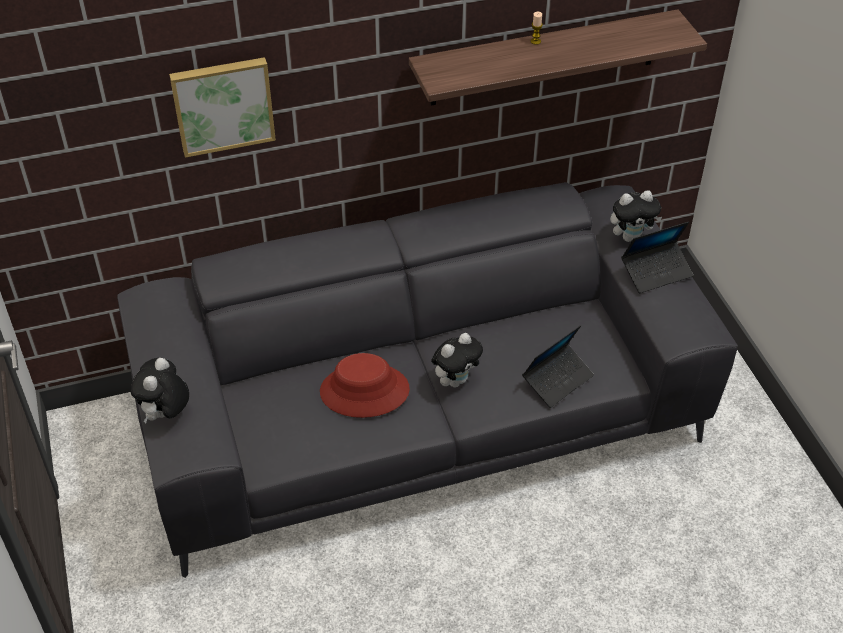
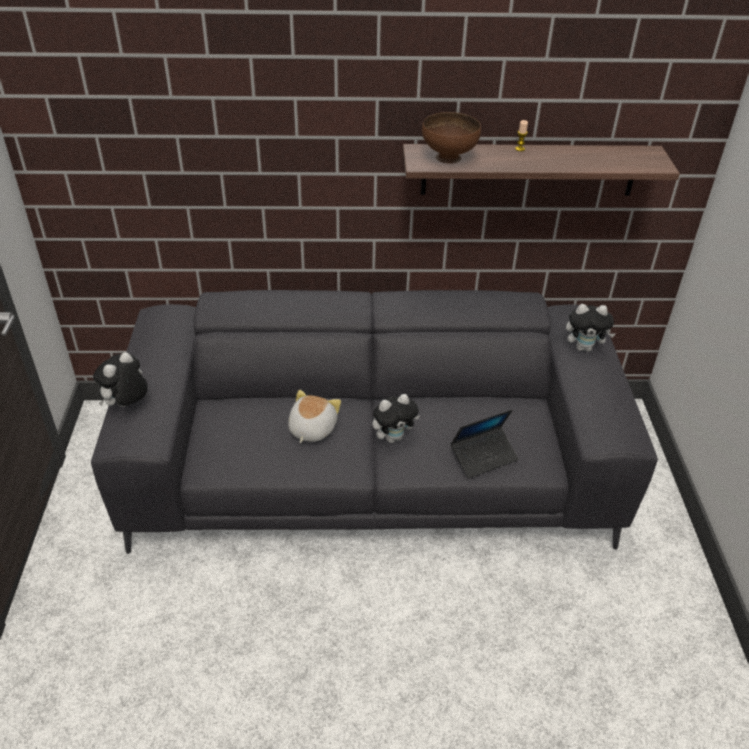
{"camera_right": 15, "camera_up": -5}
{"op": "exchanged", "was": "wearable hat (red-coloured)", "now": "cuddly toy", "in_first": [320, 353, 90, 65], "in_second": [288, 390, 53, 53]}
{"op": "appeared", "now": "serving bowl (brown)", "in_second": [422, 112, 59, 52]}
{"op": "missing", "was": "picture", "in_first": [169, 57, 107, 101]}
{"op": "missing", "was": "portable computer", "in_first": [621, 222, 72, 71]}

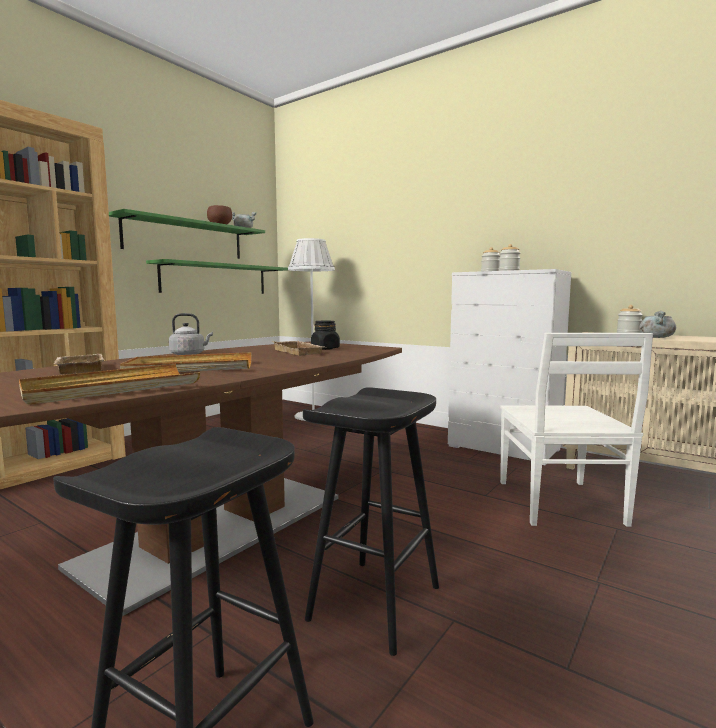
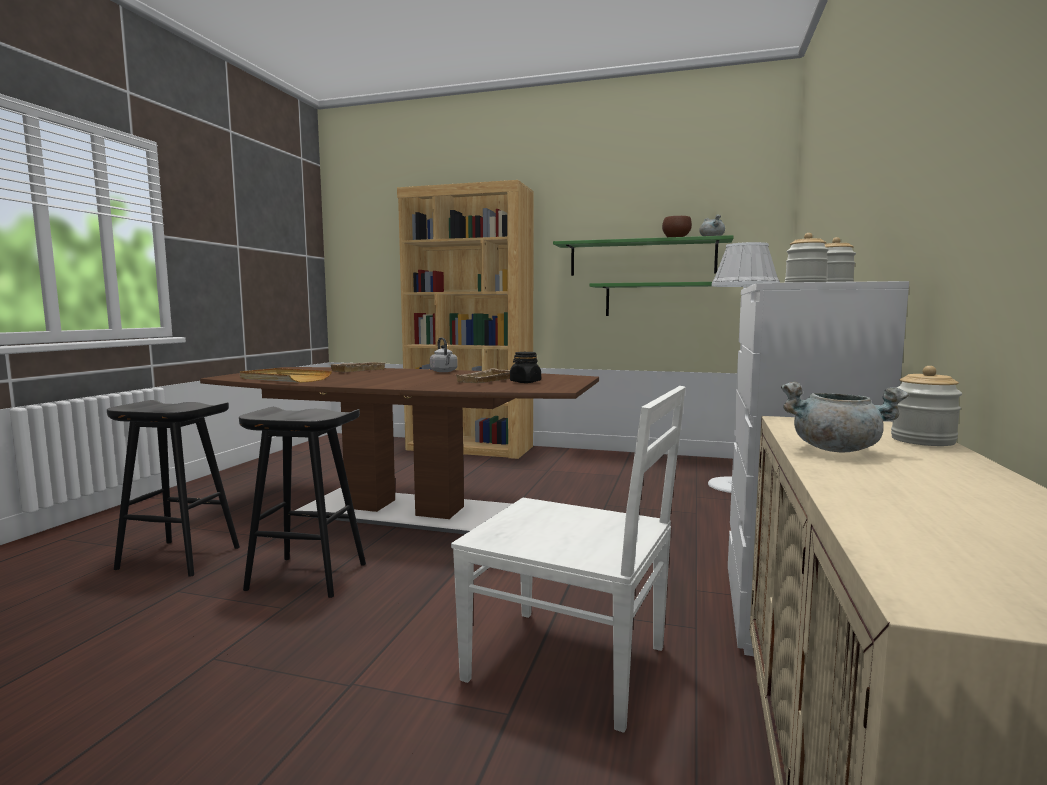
{"camera_right": 70, "camera_up": 0}
{"op": "spun", "was": "plain chair (white)", "in_first": [500, 333, 153, 194], "in_second": [451, 386, 235, 347], "clockwise": -135}
{"op": "missing", "was": "serving tray (beige)", "in_first": [120, 352, 131, 20]}

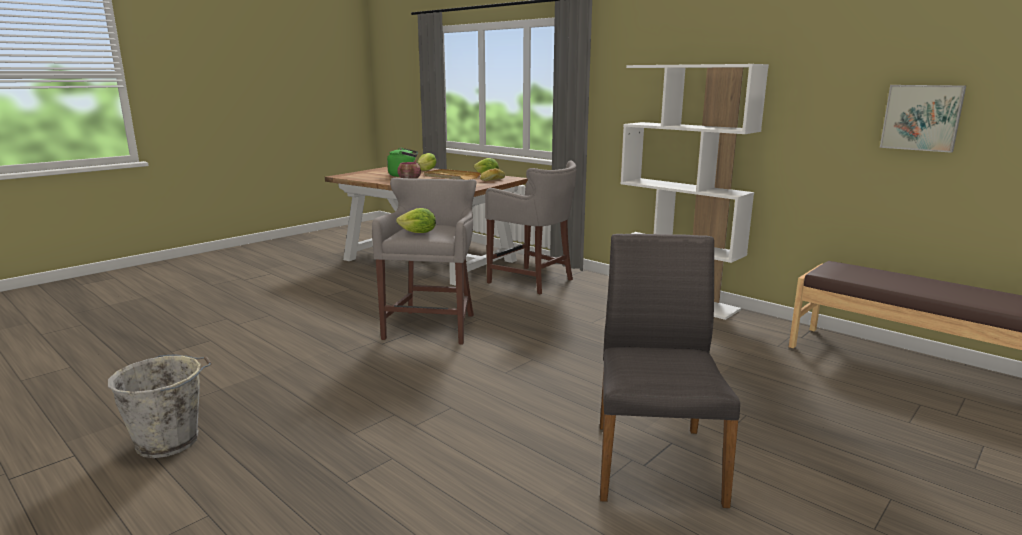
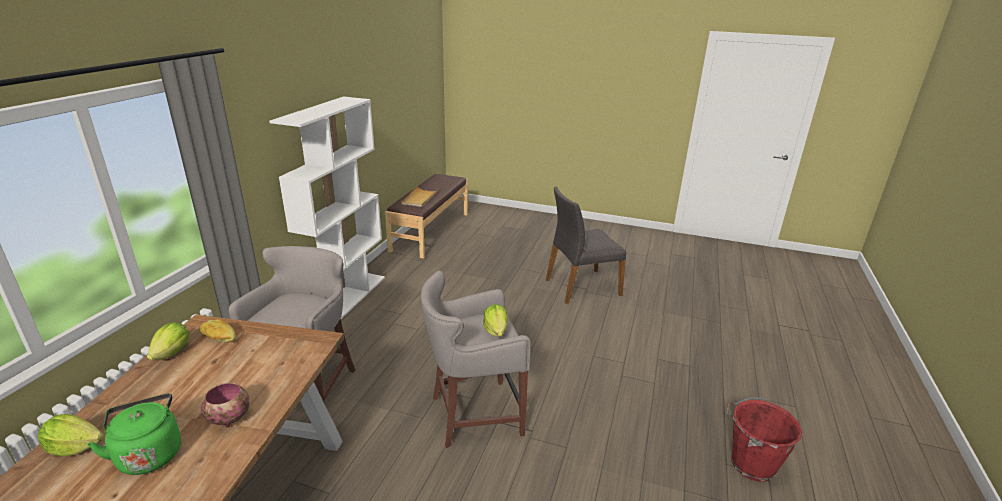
{"camera_right": -115, "camera_up": 10}
{"op": "relocated", "was": "serving tray (beige)", "in_first": [424, 169, 57, 11], "in_second": [401, 186, 38, 21]}
{"op": "colour", "was": "pail (greyish)", "now": "pail (red-coloured)", "in_first": [108, 354, 104, 104], "in_second": [726, 398, 76, 84]}
{"op": "missing", "was": "picture", "in_first": [880, 85, 86, 68]}

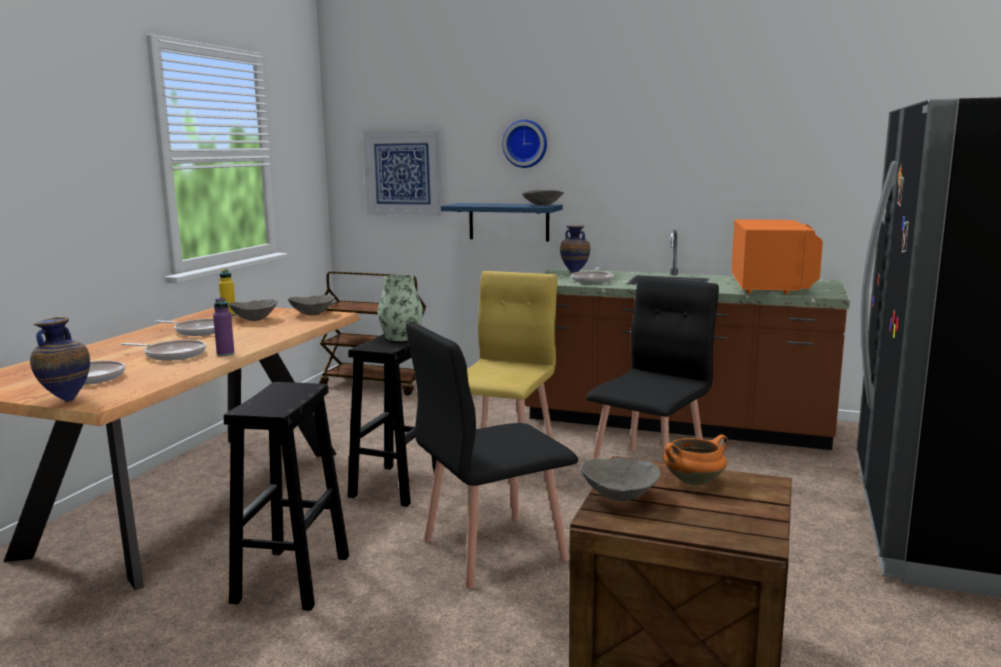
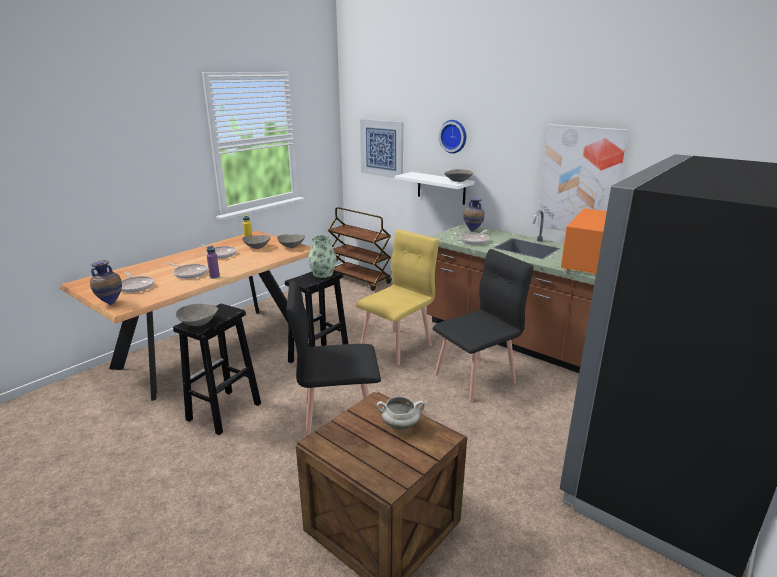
{"camera_right": 20, "camera_up": 10}
{"op": "relocated", "was": "serving bowl (greyish)", "in_first": [581, 457, 80, 45], "in_second": [176, 303, 42, 23]}
{"op": "colour", "was": "cooking pot (orange-coloured)", "now": "cooking pot (white)", "in_first": [664, 434, 64, 52], "in_second": [377, 397, 48, 33]}
{"op": "colour", "was": "shelf (bluish)", "now": "shelf (white)", "in_first": [441, 203, 122, 39], "in_second": [394, 172, 80, 33]}
{"op": "appeared", "now": "picture", "in_second": [537, 124, 91, 107]}

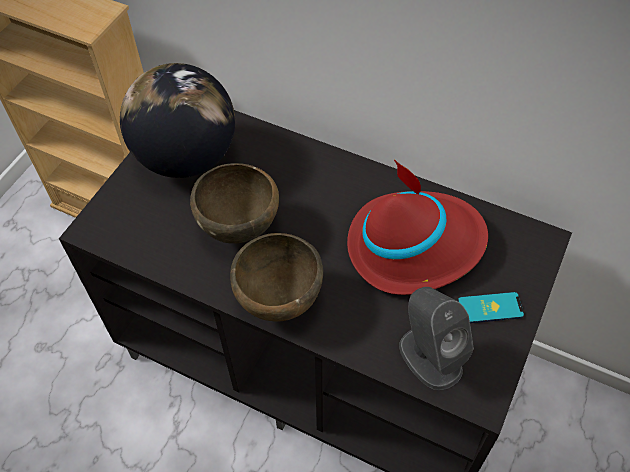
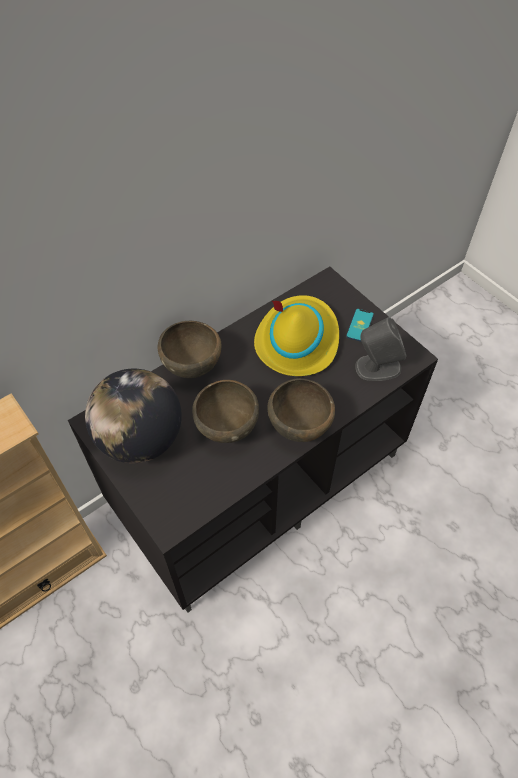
{"camera_right": -65, "camera_up": 0}
{"op": "appeared", "now": "serving bowl (brown)", "in_second": [157, 321, 64, 57]}
{"op": "colour", "was": "wearable hat (red-coloured)", "now": "wearable hat (yellowish)", "in_first": [347, 159, 141, 136], "in_second": [254, 295, 85, 81]}

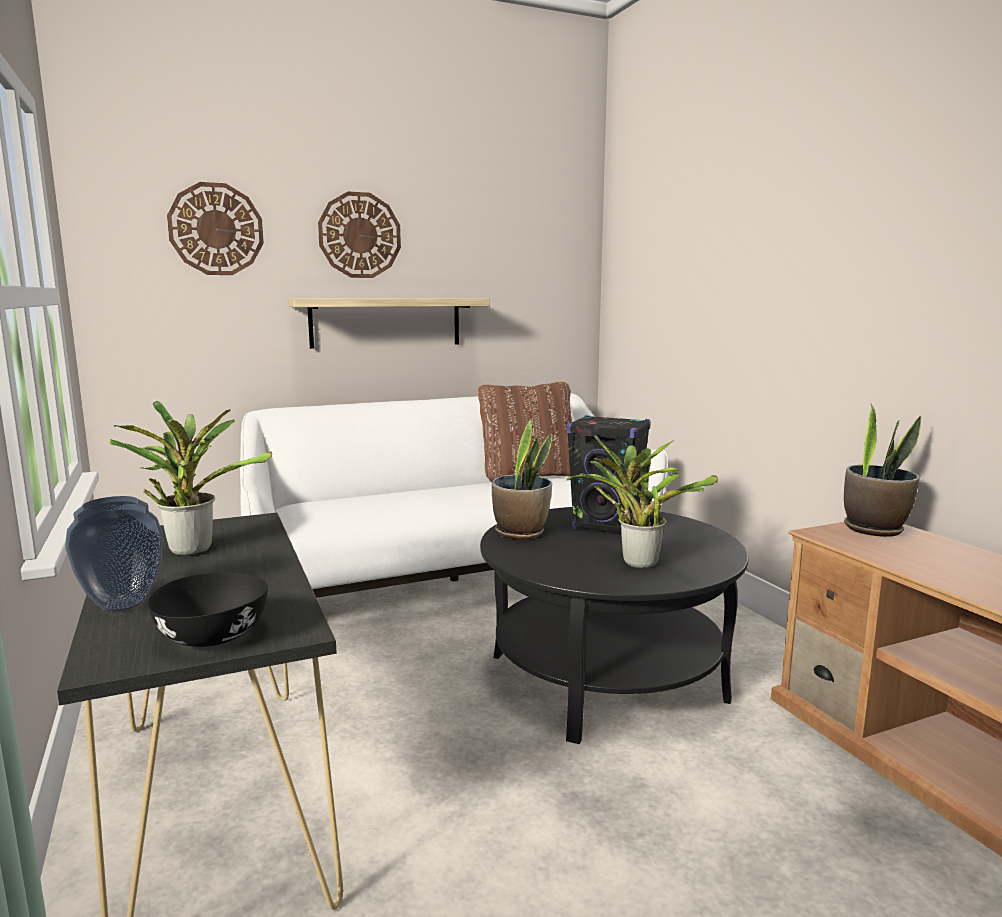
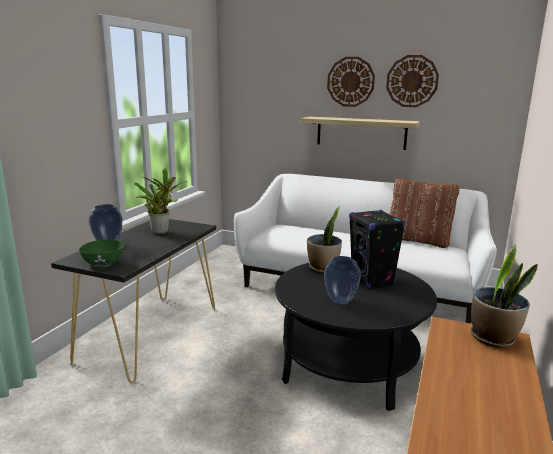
{"camera_right": 45, "camera_up": 5}
{"op": "colour", "was": "serving bowl (blackish)", "now": "serving bowl (greenish)", "in_first": [147, 573, 121, 74], "in_second": [79, 239, 45, 27]}
{"op": "exchanged", "was": "houseplant", "now": "flower vase", "in_first": [566, 435, 152, 134], "in_second": [324, 256, 37, 49]}
{"op": "relocated", "was": "hanging clock", "in_first": [167, 182, 97, 93], "in_second": [386, 55, 53, 52]}

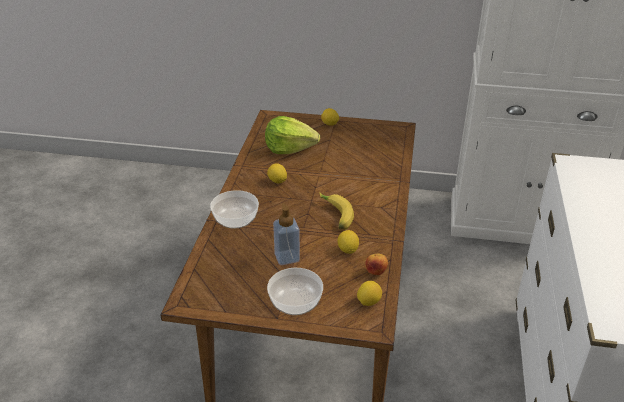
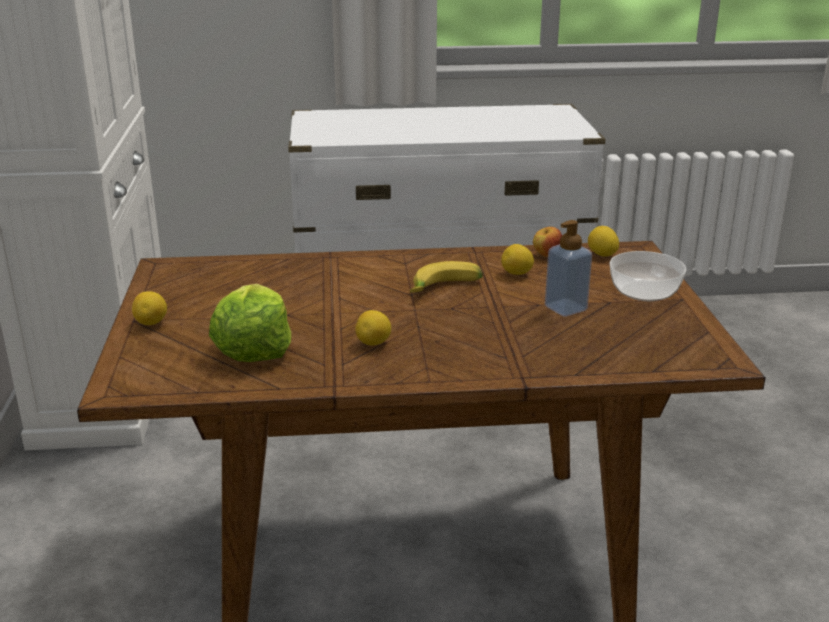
{"camera_right": -105, "camera_up": -10}
{"op": "missing", "was": "serving bowl", "in_first": [210, 190, 49, 39]}

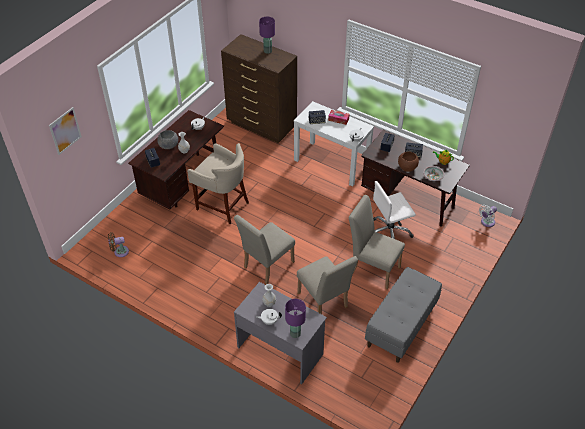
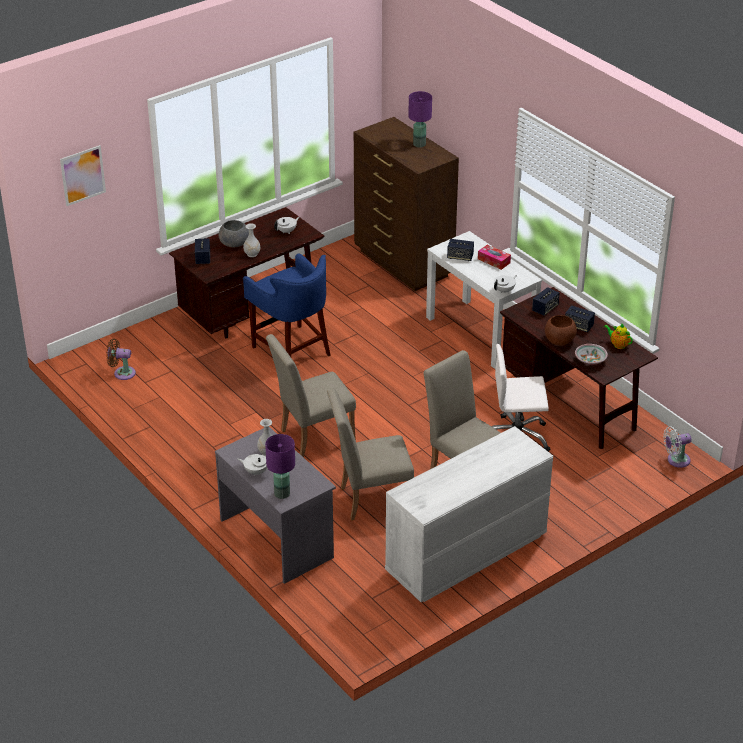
{"camera_right": 20, "camera_up": -10}
{"op": "colour", "was": "stool seat (beige)", "now": "stool seat (bluish)", "in_first": [187, 143, 62, 82], "in_second": [243, 254, 88, 103]}
{"op": "spun", "was": "plain chair (beige)", "in_first": [297, 256, 61, 58], "in_second": [327, 389, 87, 132], "clockwise": 90}
{"op": "exchanged", "was": "bench (greyish)", "now": "dresser (white)", "in_first": [365, 267, 77, 96], "in_second": [385, 426, 168, 176]}

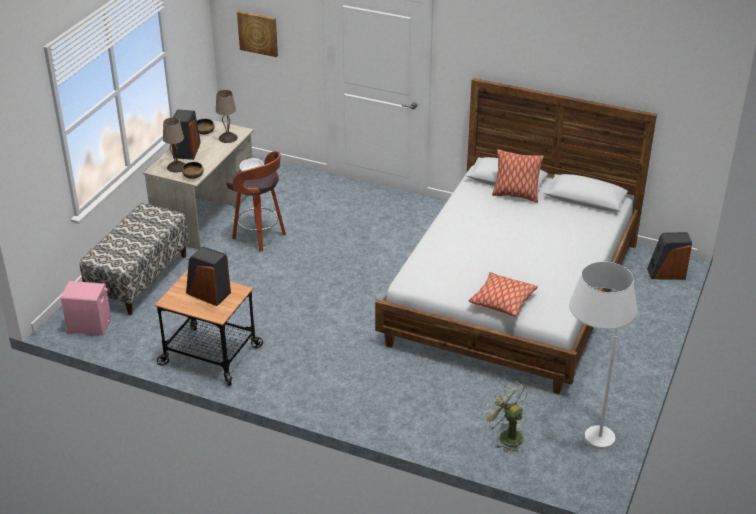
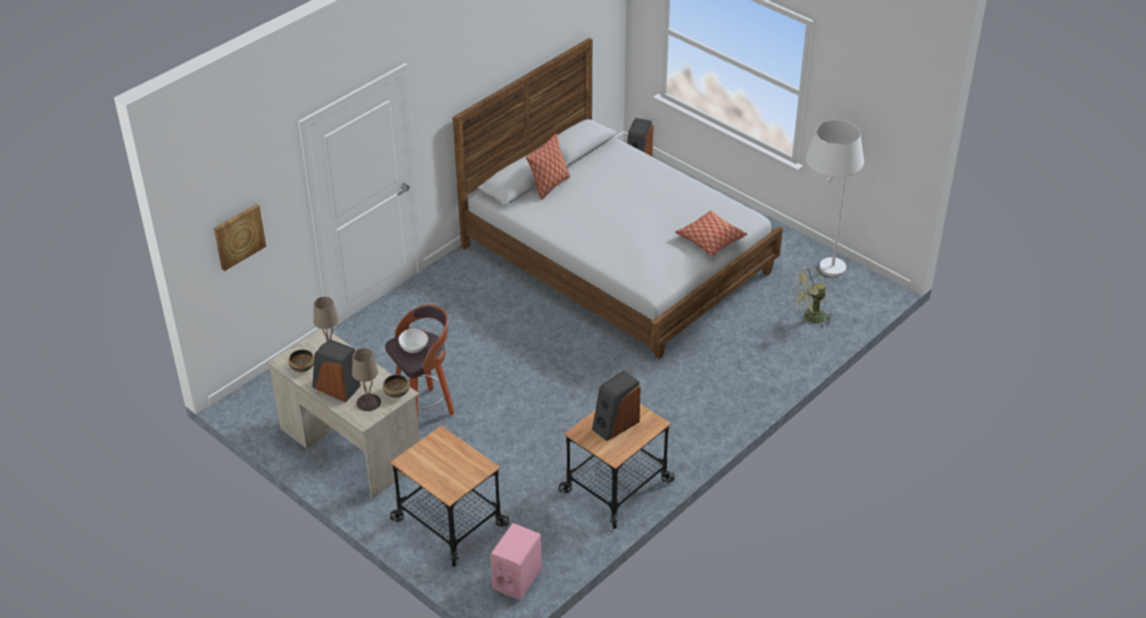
{"camera_right": -70, "camera_up": 5}
{"op": "exchanged", "was": "bench", "now": "cart", "in_first": [80, 203, 109, 112], "in_second": [390, 426, 119, 141]}

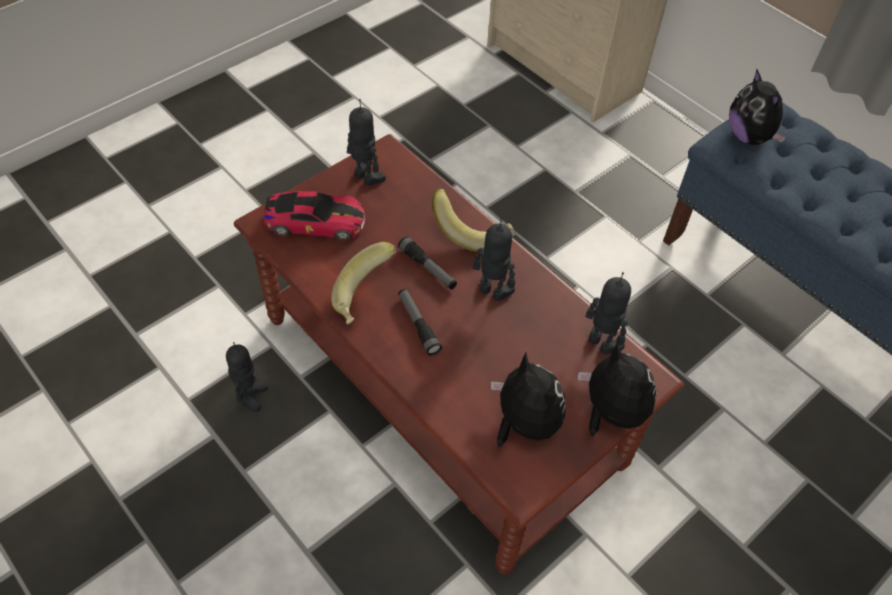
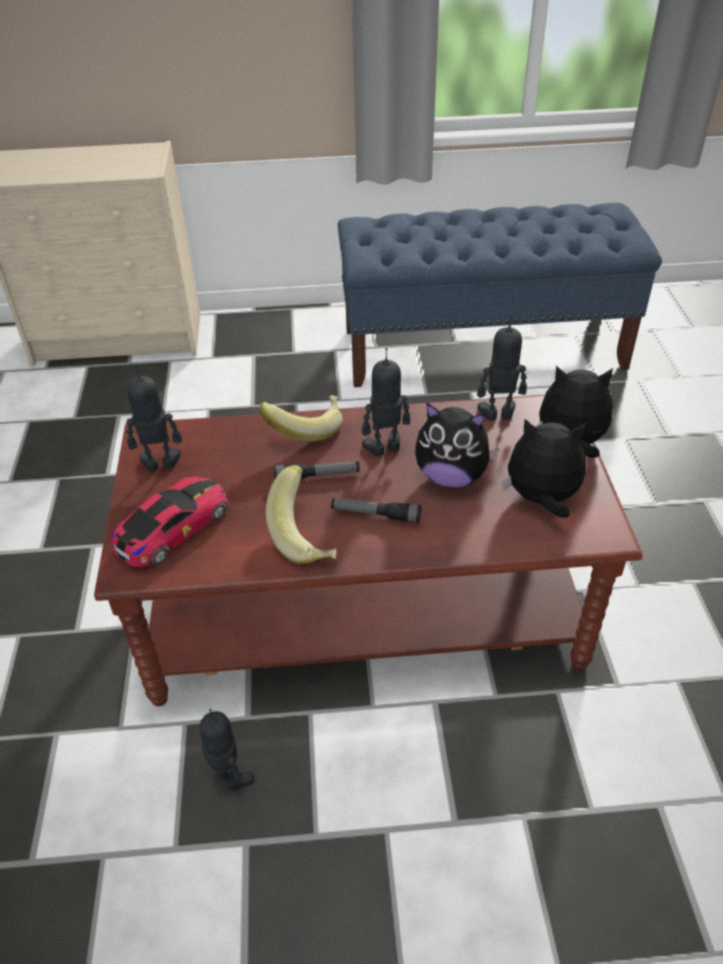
{"camera_right": -50, "camera_up": -10}
{"op": "relocated", "was": "cuddly toy", "in_first": [729, 69, 57, 76], "in_second": [415, 403, 85, 84]}

